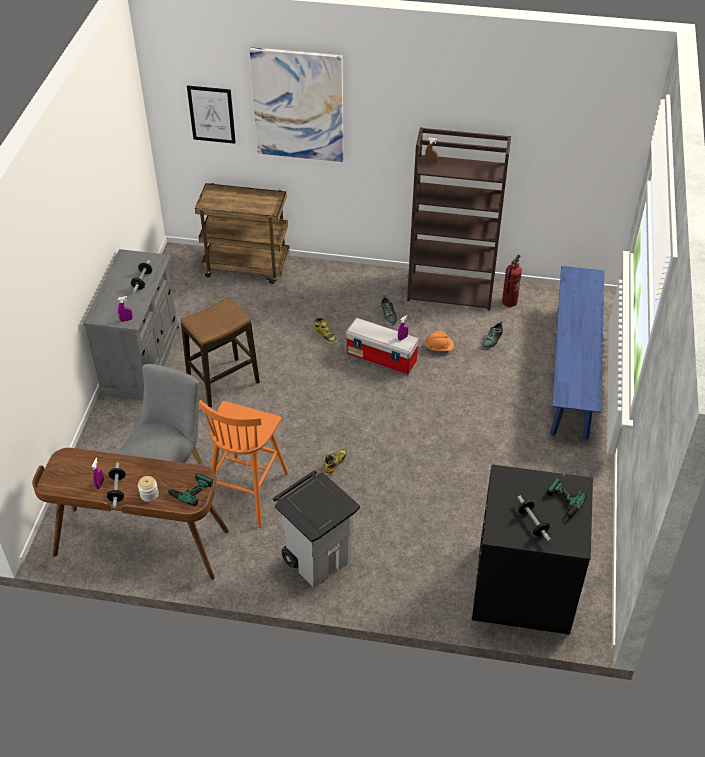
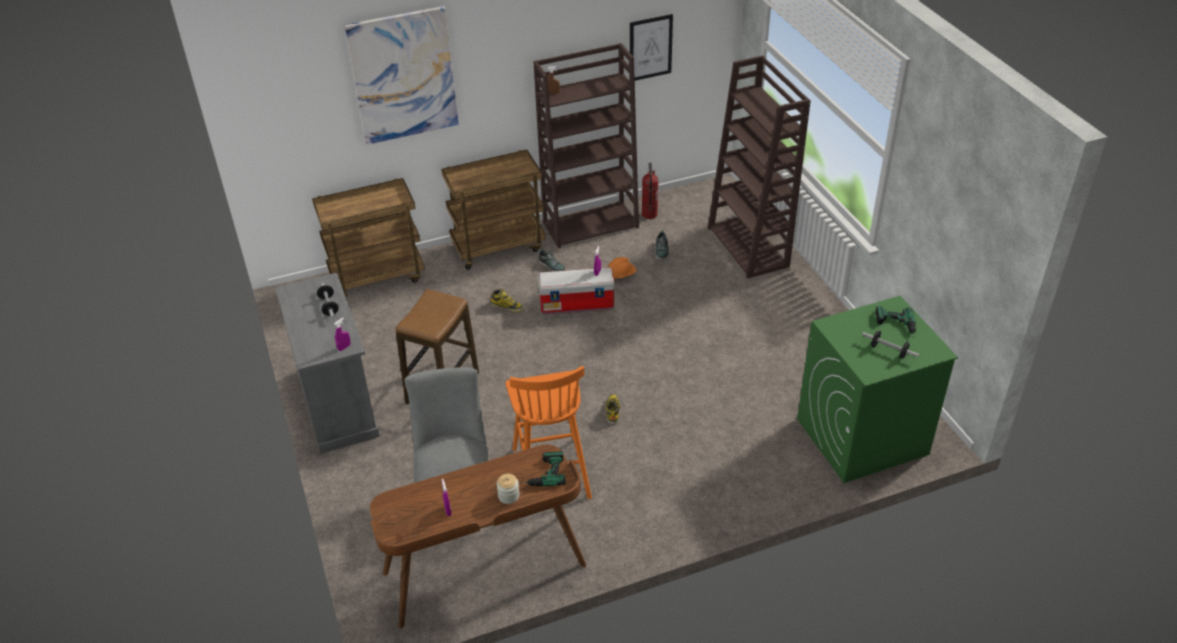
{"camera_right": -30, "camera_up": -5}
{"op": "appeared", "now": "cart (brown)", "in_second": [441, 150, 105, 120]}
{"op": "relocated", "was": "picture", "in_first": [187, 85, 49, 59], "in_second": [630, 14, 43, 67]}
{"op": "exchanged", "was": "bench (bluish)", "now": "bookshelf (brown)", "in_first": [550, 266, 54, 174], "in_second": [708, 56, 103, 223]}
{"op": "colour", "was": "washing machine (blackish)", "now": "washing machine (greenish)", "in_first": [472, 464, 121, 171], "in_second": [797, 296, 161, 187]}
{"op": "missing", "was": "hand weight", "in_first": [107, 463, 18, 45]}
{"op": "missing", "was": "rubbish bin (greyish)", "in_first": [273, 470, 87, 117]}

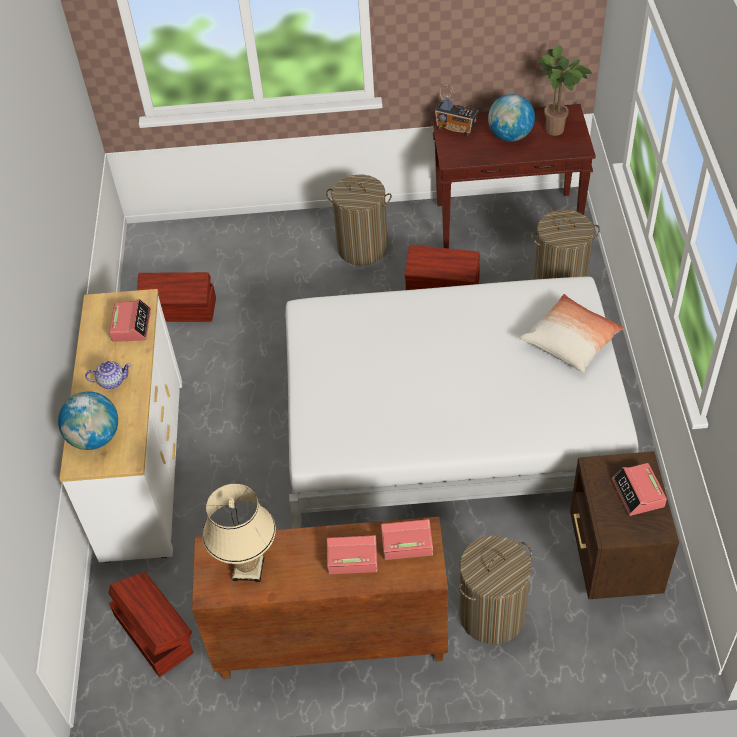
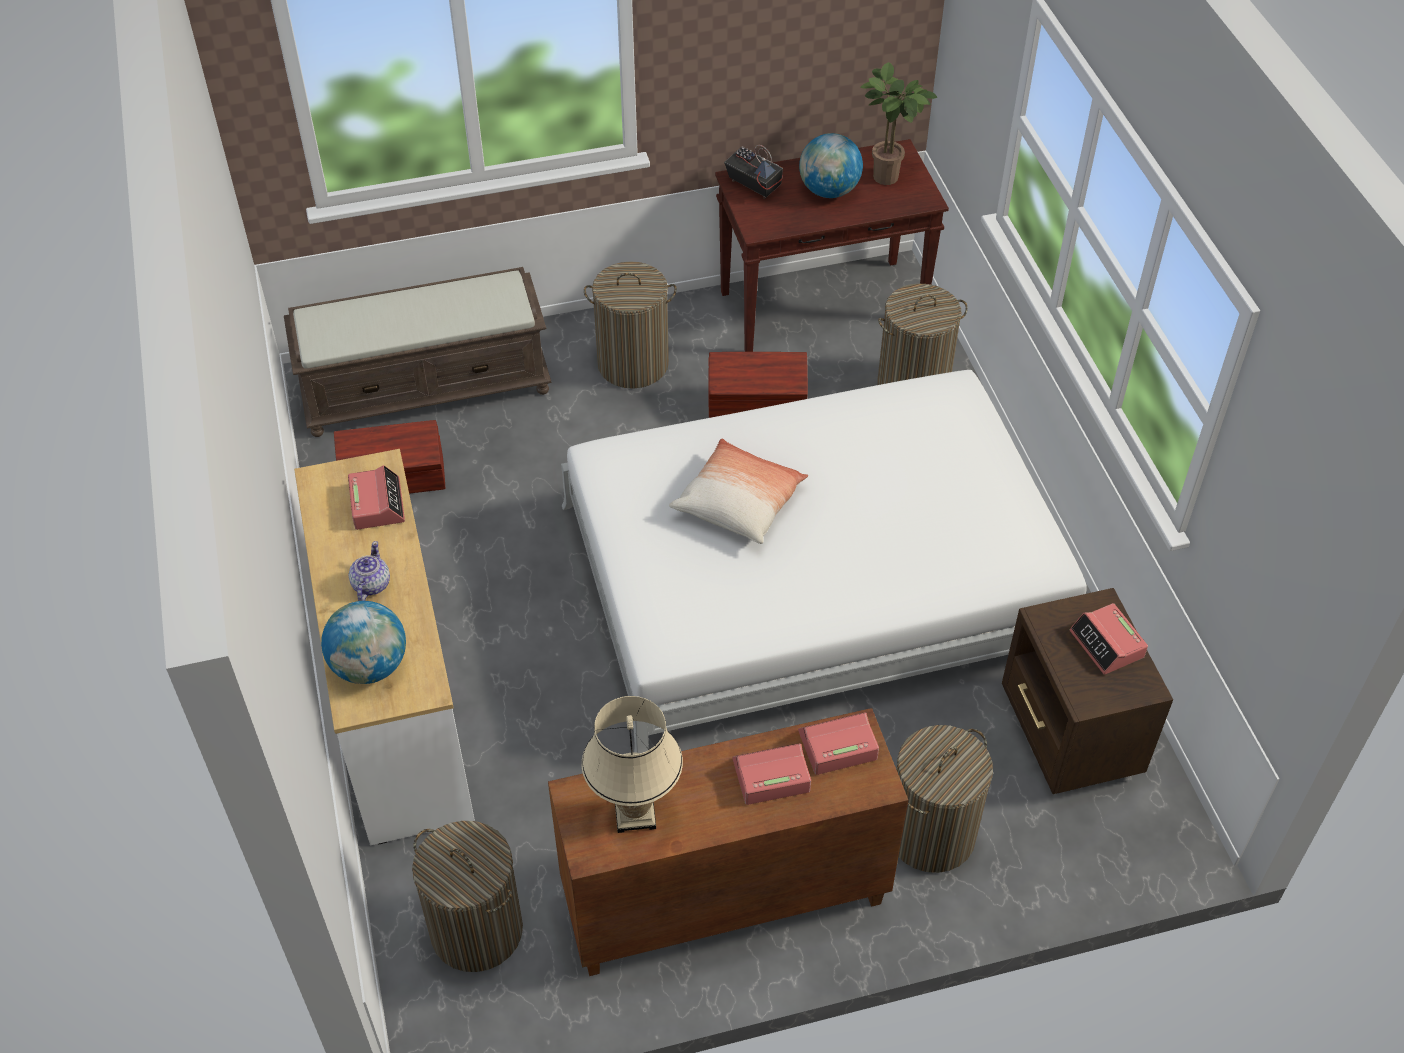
{"camera_right": -15, "camera_up": 0}
{"op": "appeared", "now": "bench (brown)", "in_second": [284, 267, 267, 170]}
{"op": "spun", "was": "tea pot", "in_first": [85, 361, 46, 28], "in_second": [349, 541, 41, 60], "clockwise": -60}
{"op": "exchanged", "was": "storage bin (brown)", "now": "laundry basket", "in_first": [108, 572, 86, 105], "in_second": [412, 821, 111, 151]}
{"op": "relocated", "was": "cushion", "in_first": [519, 294, 105, 79], "in_second": [669, 439, 139, 105]}
{"op": "spun", "was": "radio receiver", "in_first": [435, 85, 44, 51], "in_second": [724, 145, 59, 54], "clockwise": -150}

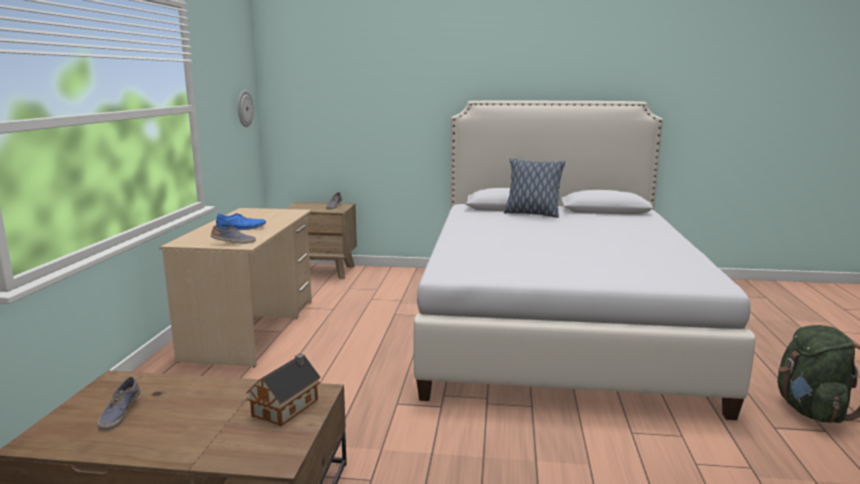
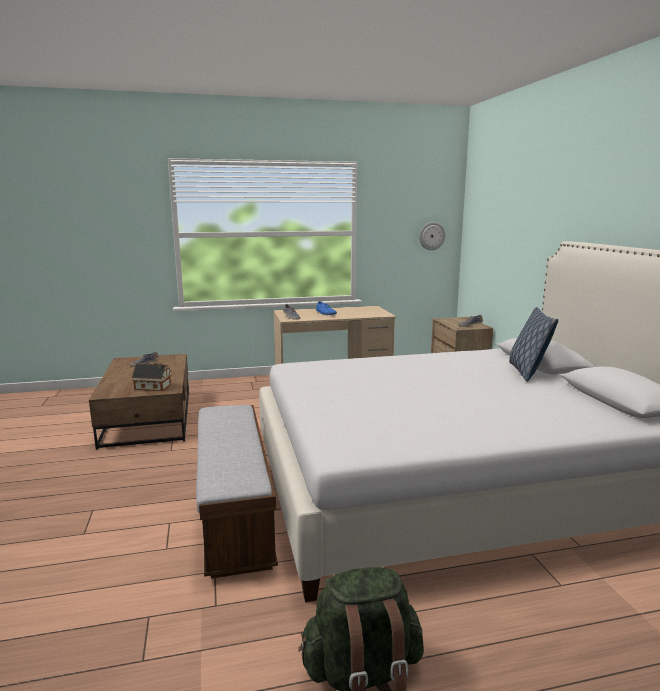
{"camera_right": 70, "camera_up": 0}
{"op": "appeared", "now": "bench", "in_second": [196, 405, 82, 174]}

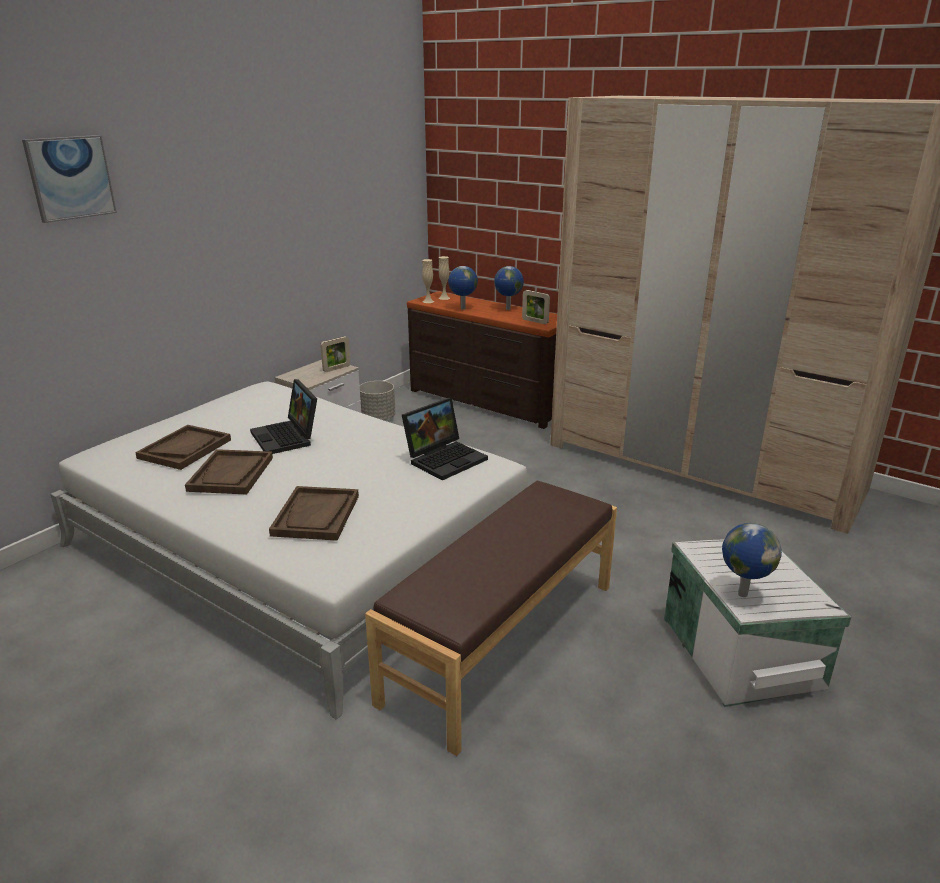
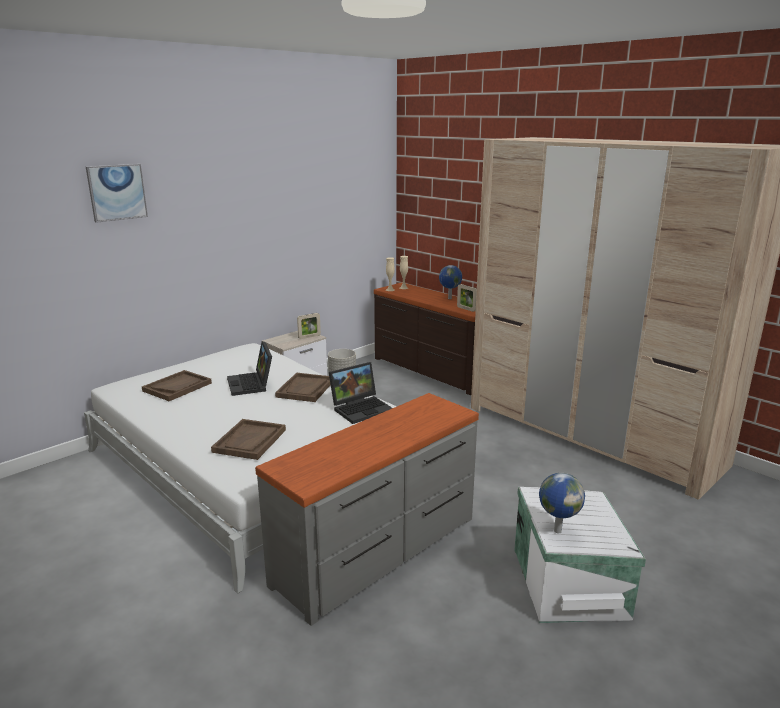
{"camera_right": 10, "camera_up": -5}
{"op": "exchanged", "was": "bench (brown)", "now": "dresser (greyish)", "in_first": [365, 480, 252, 276], "in_second": [255, 393, 224, 233]}
{"op": "relocated", "was": "serving tray (brown)", "in_first": [185, 449, 88, 46], "in_second": [275, 373, 56, 29]}
{"op": "missing", "was": "globe", "in_first": [448, 266, 30, 44]}

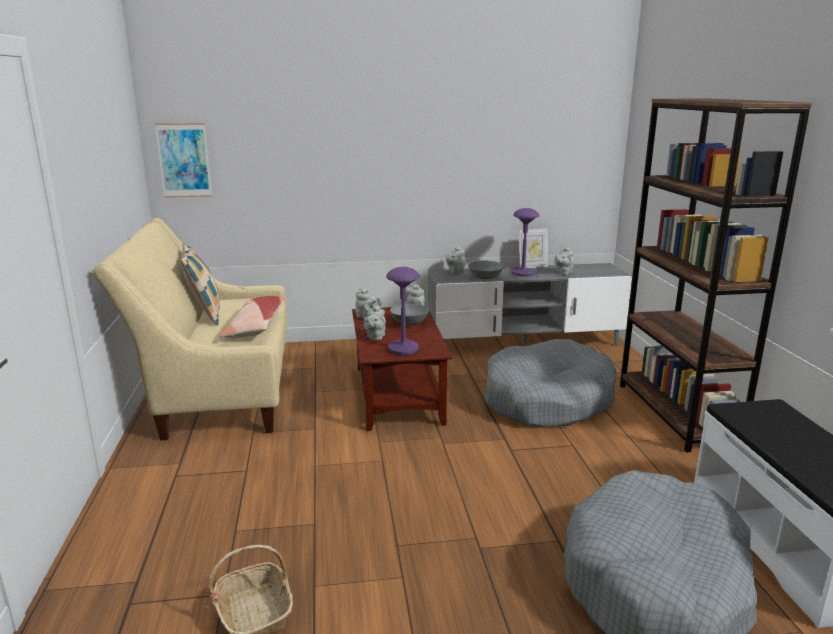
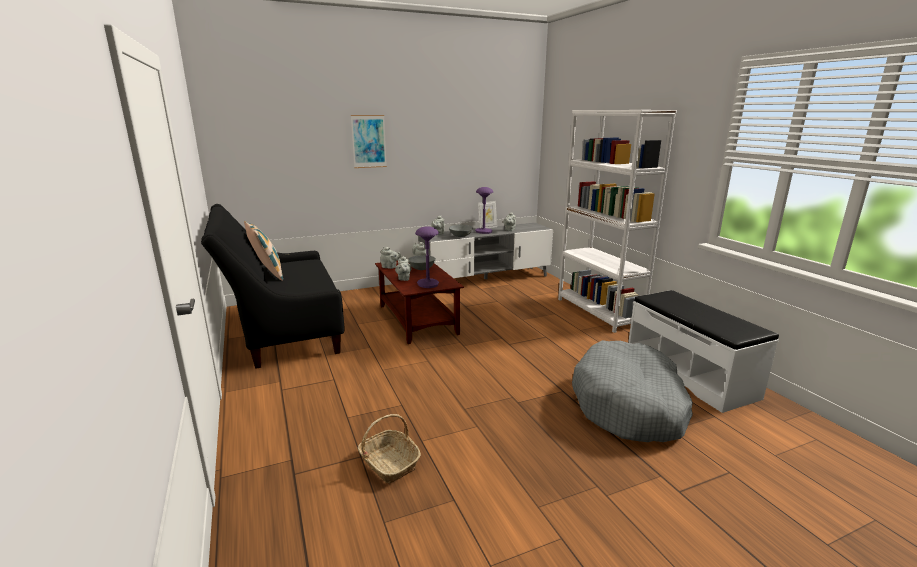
{"camera_right": -15, "camera_up": 0}
{"op": "colour", "was": "sofa (beige)", "now": "sofa (blackish)", "in_first": [93, 218, 195, 222], "in_second": [201, 204, 143, 165]}
{"op": "relocated", "was": "picture", "in_first": [155, 123, 57, 75], "in_second": [351, 115, 36, 53]}
{"op": "colour", "was": "bookshelf (brown)", "now": "bookshelf (white)", "in_first": [620, 99, 192, 354], "in_second": [558, 110, 119, 223]}
{"op": "missing", "was": "cushion", "in_first": [219, 296, 68, 42]}
{"op": "missing", "was": "pet bed (greyish)", "in_first": [485, 339, 131, 88]}

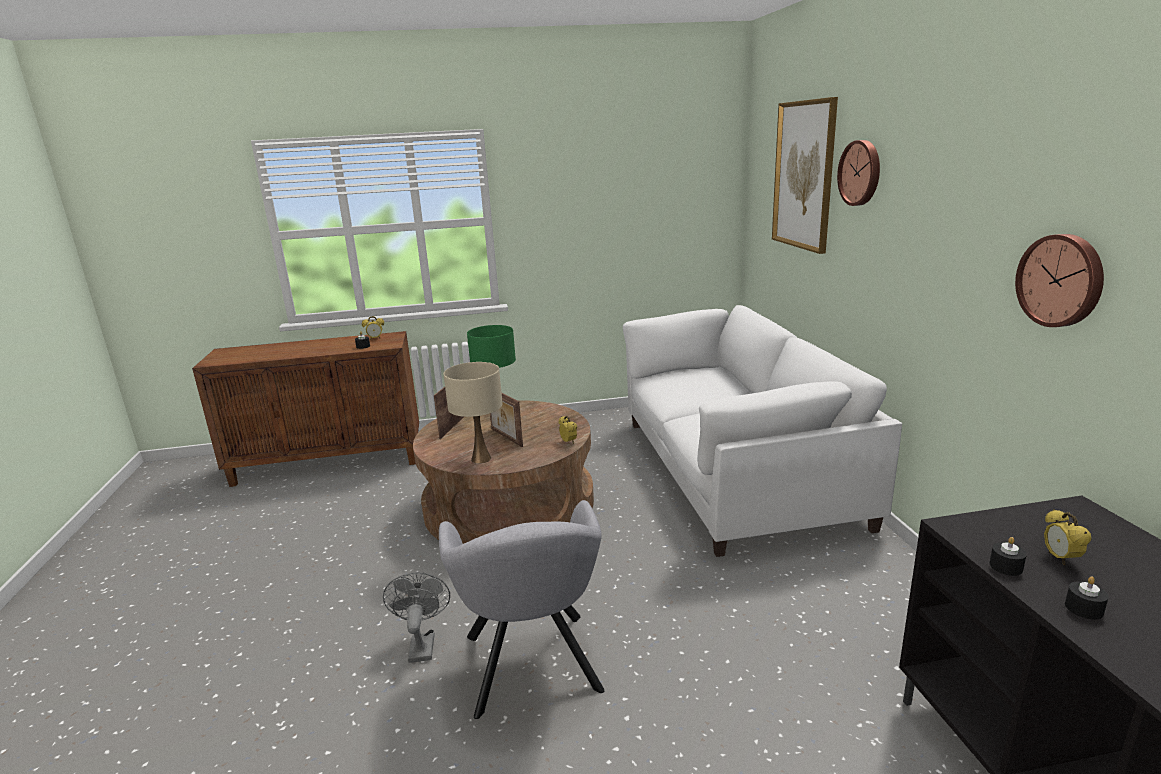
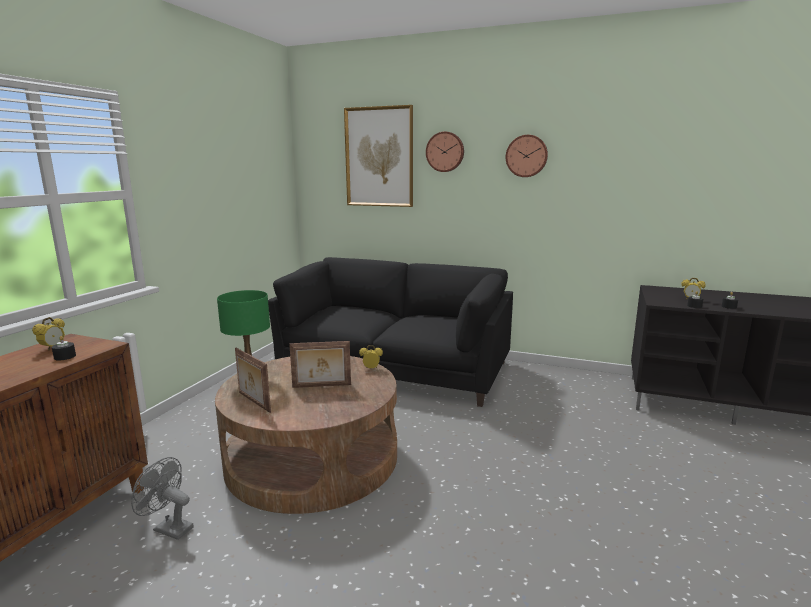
{"camera_right": -60, "camera_up": -5}
{"op": "relocated", "was": "electric fan (greyish)", "in_first": [383, 572, 67, 91], "in_second": [131, 457, 63, 83]}
{"op": "colour", "was": "sofa (white)", "now": "sofa (blackish)", "in_first": [623, 305, 279, 252], "in_second": [268, 257, 245, 150]}
{"op": "relocated", "was": "hanging clock", "in_first": [1015, 234, 89, 93], "in_second": [506, 135, 42, 42]}
{"op": "missing", "was": "easy chair (greyish)", "in_first": [439, 500, 165, 219]}
{"op": "missing", "was": "table lamp (beige)", "in_first": [444, 362, 59, 102]}

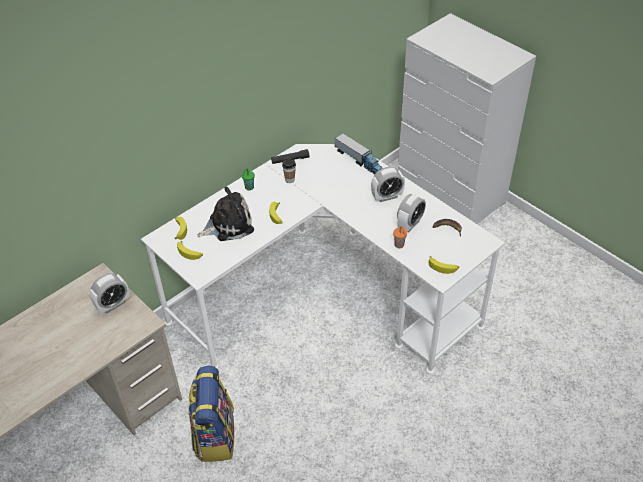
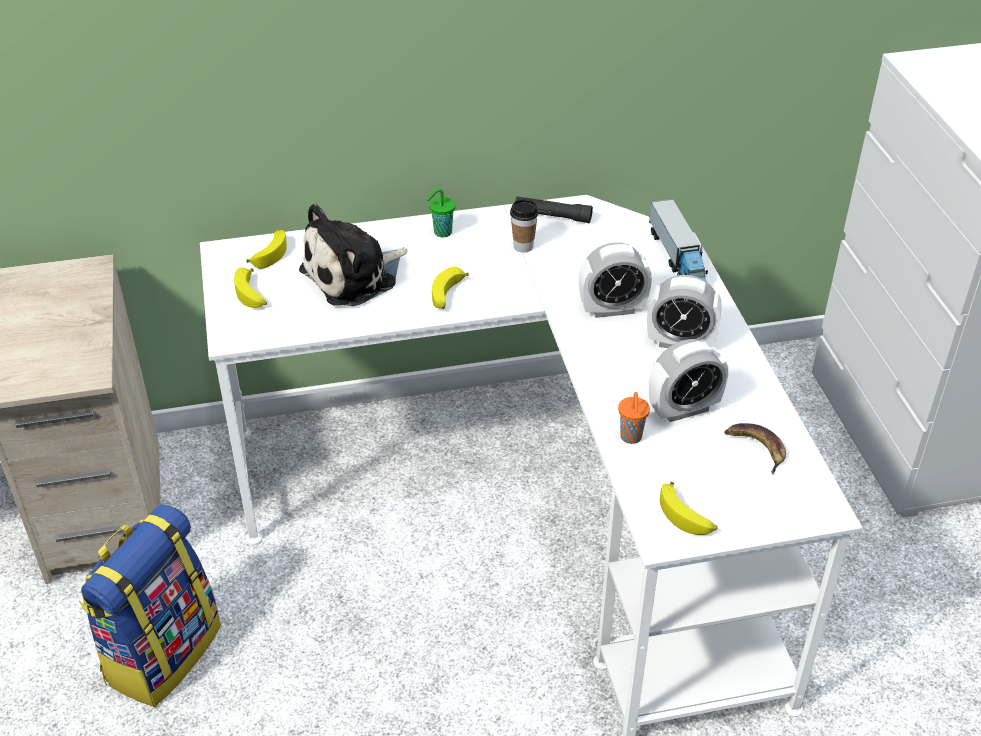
{"camera_right": 30, "camera_up": -5}
{"op": "spun", "was": "cuddly toy", "in_first": [197, 187, 57, 54], "in_second": [299, 204, 108, 102], "clockwise": 135}
{"op": "relocated", "was": "table clock", "in_first": [89, 273, 40, 41], "in_second": [579, 242, 73, 76]}

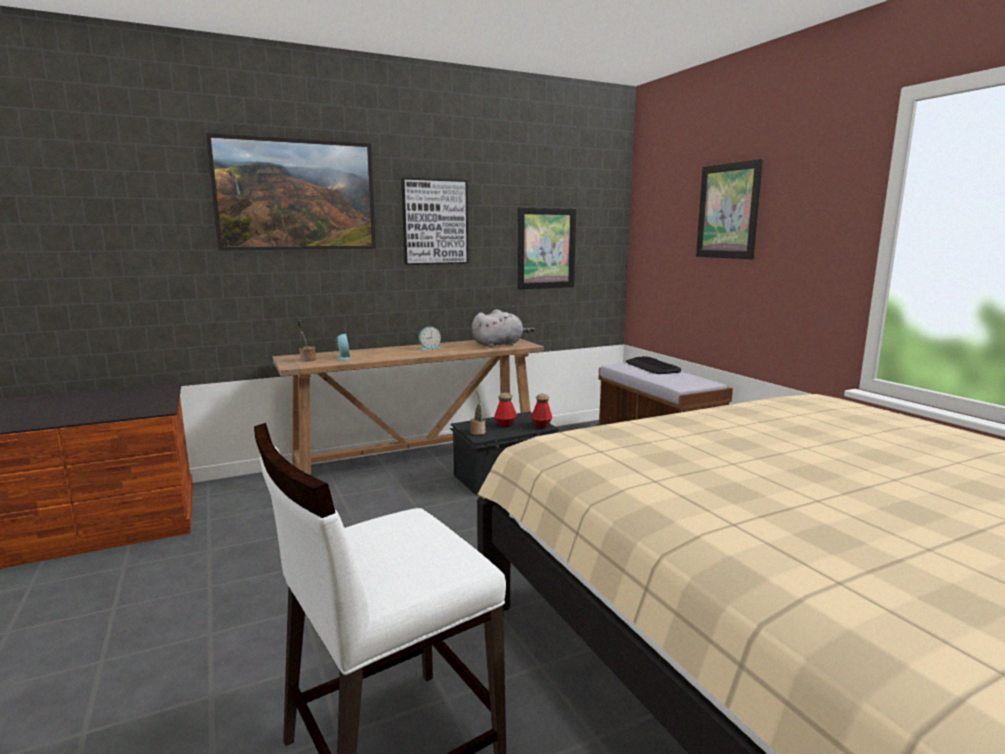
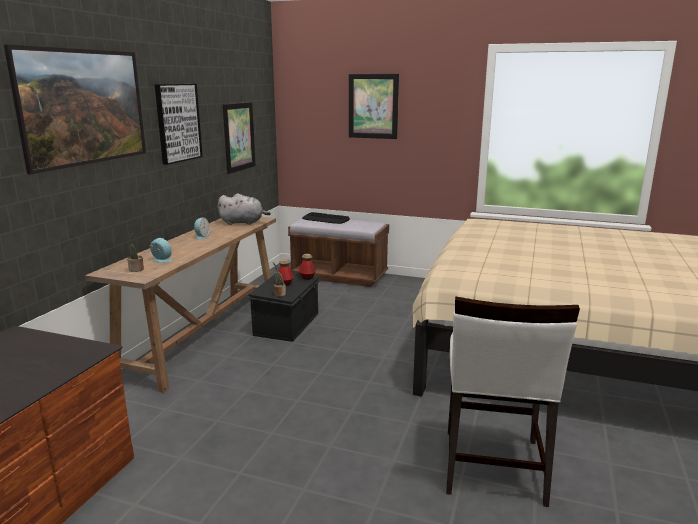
{"camera_right": -45, "camera_up": 5}
{"op": "spun", "was": "cuddly toy (greyish)", "in_first": [472, 309, 62, 39], "in_second": [217, 193, 54, 32], "clockwise": 75}

